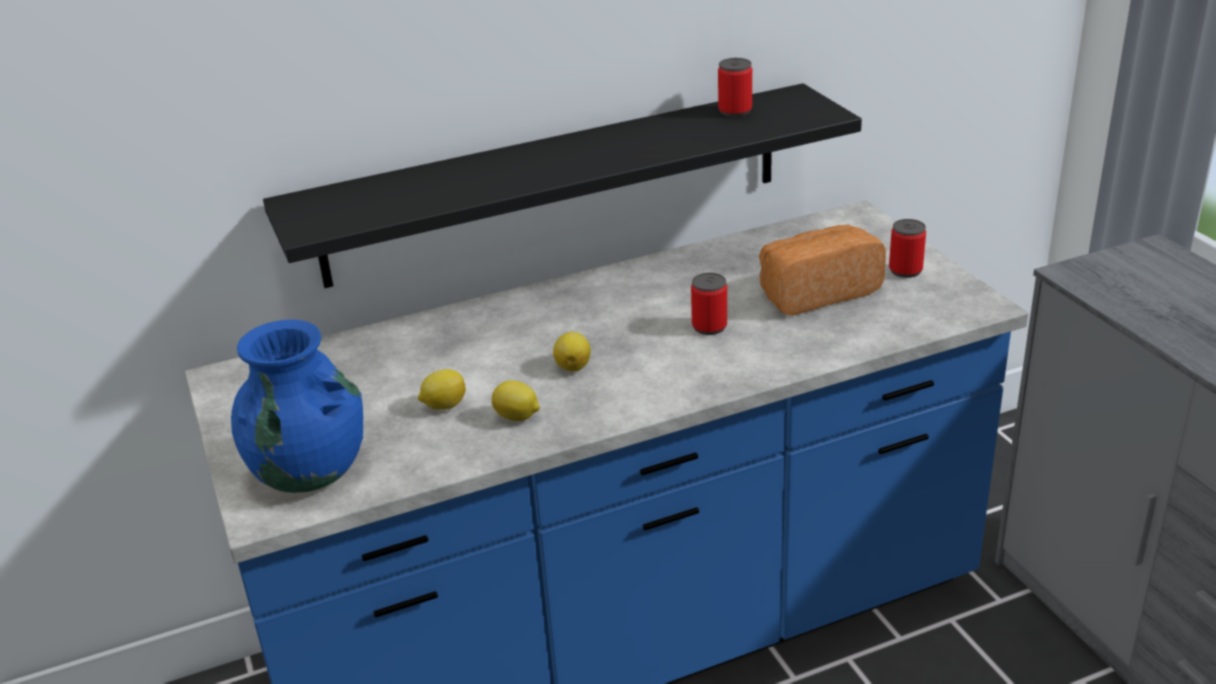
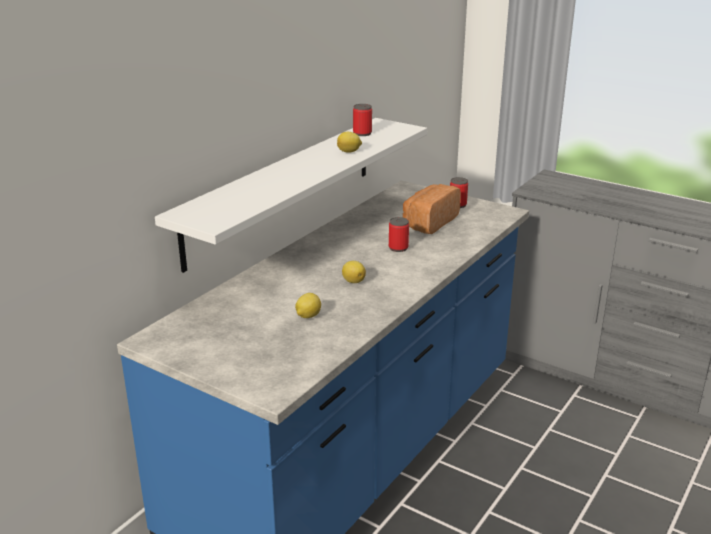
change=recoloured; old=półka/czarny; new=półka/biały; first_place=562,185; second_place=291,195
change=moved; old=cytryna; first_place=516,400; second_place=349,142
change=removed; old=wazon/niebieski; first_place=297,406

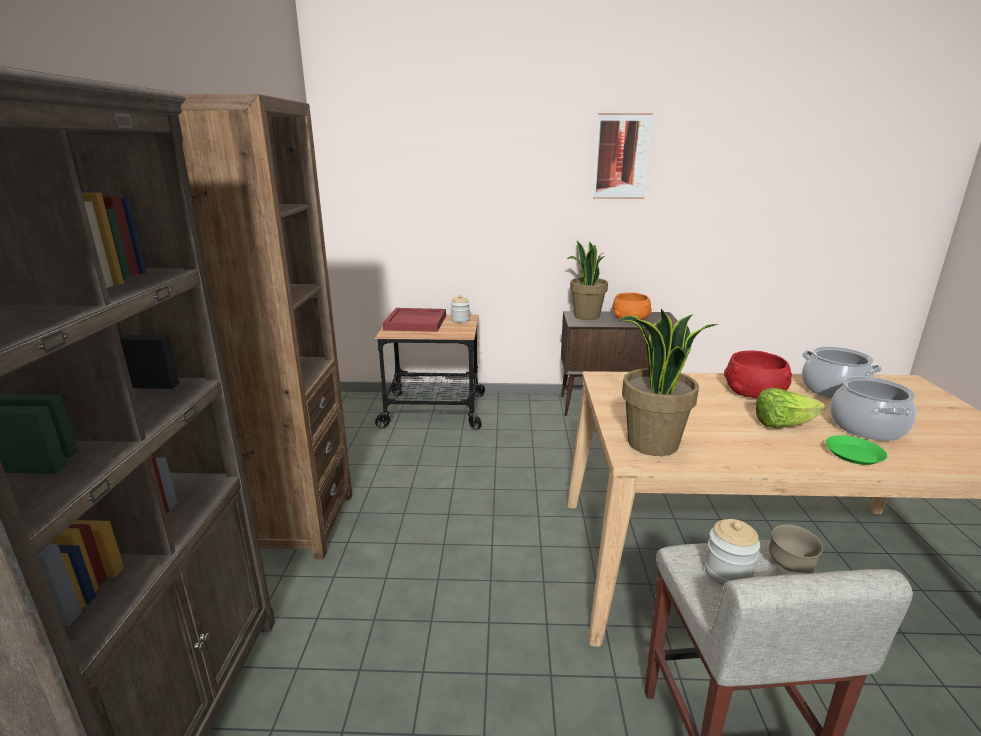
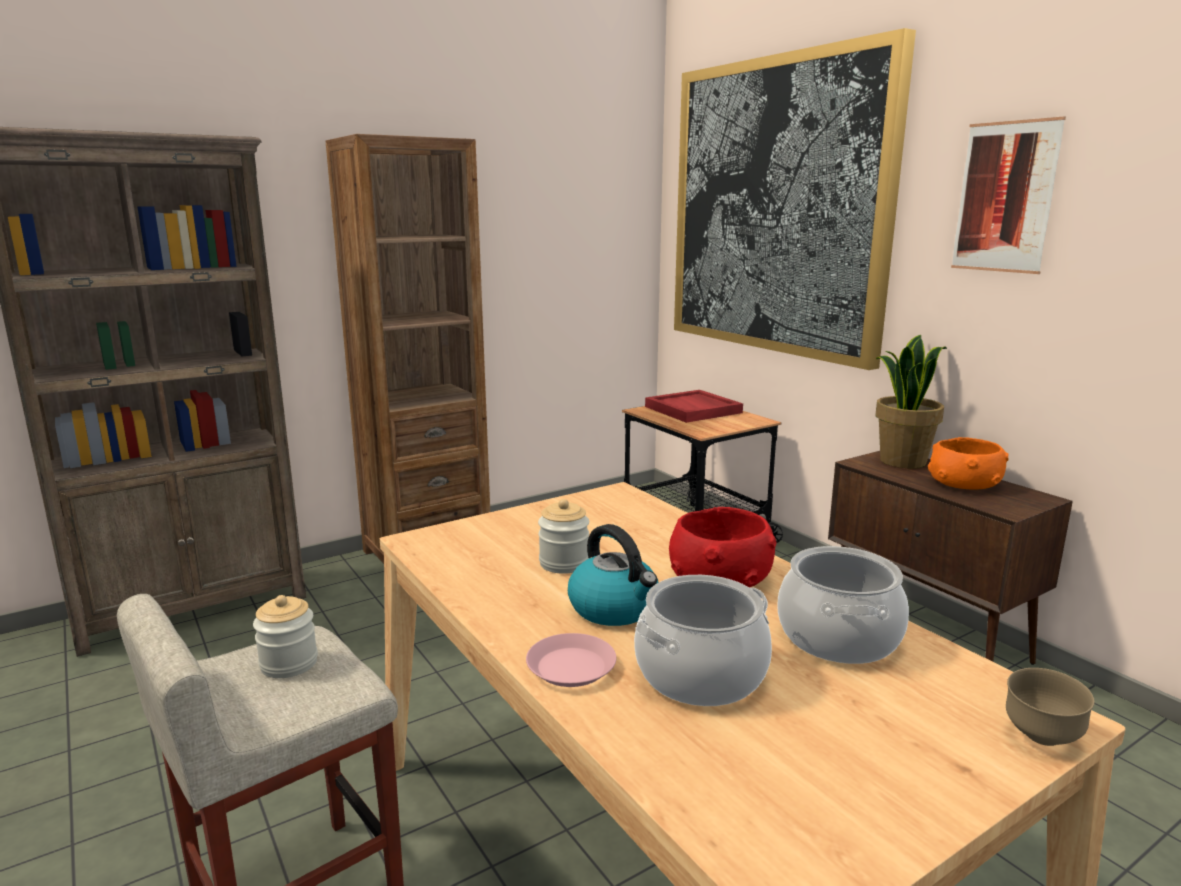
change=recoloured; old=talerz/zielony; new=talerz/różowy; first_place=856,450; second_place=571,660
change=moved; old=słoik; first_place=460,309; second_place=563,536
change=replaced; old=sałata; new=czajnik; first_place=790,408; second_place=613,575
change=added; new=obraz; second_place=795,199
change=moved; old=miska/brązowy; first_place=796,548; second_place=1050,707
change=removed; old=roślina doniczkowa; first_place=667,382

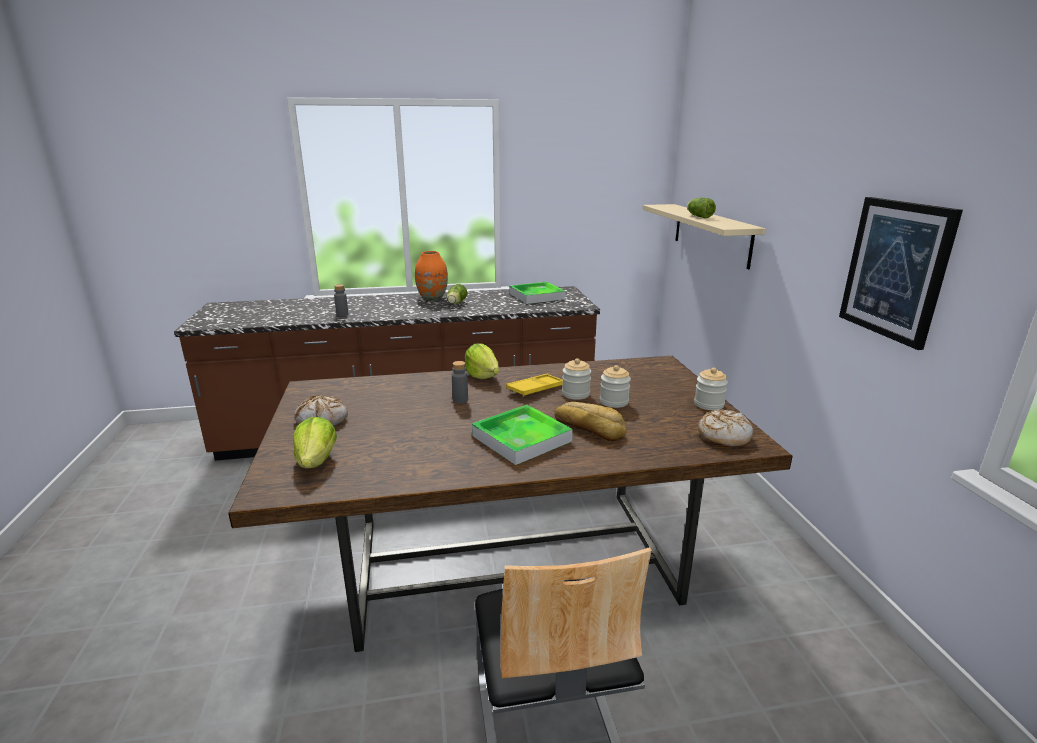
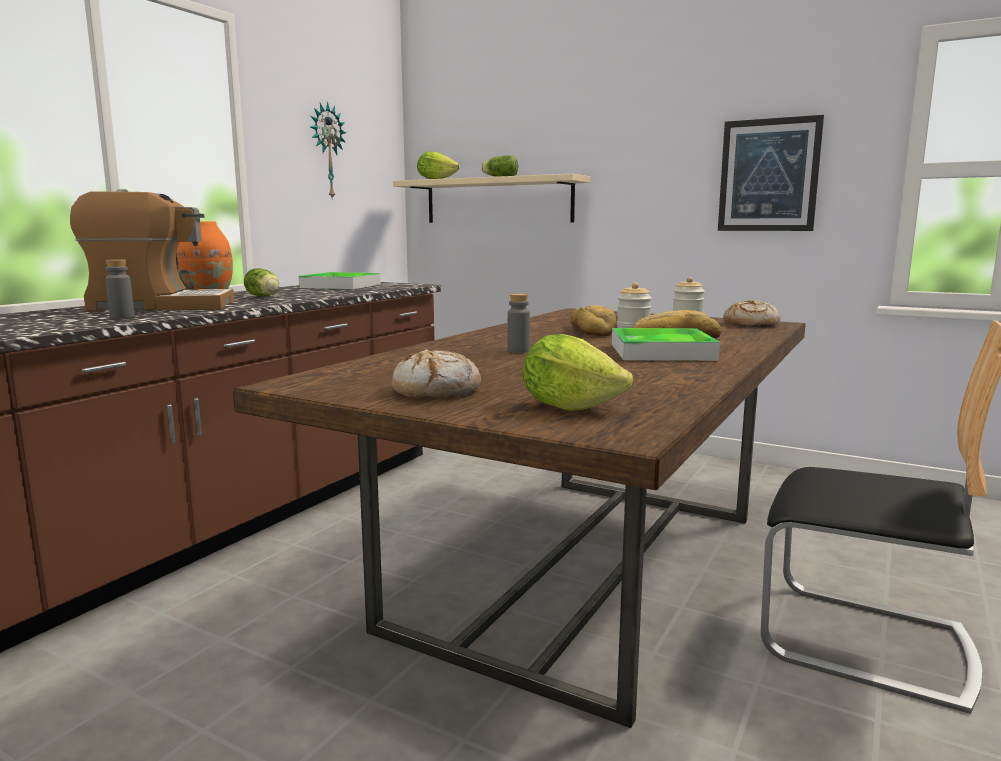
change=added; new=ekspres do kawy; second_place=152,250
change=added; new=zegar ścienny; second_place=328,151
change=moved; old=sałata; first_place=482,361; second_place=438,165
change=replaced; old=słoik; new=chleb; first_place=576,379; second_place=593,320
change=removed; old=taca/żółty; first_place=534,385

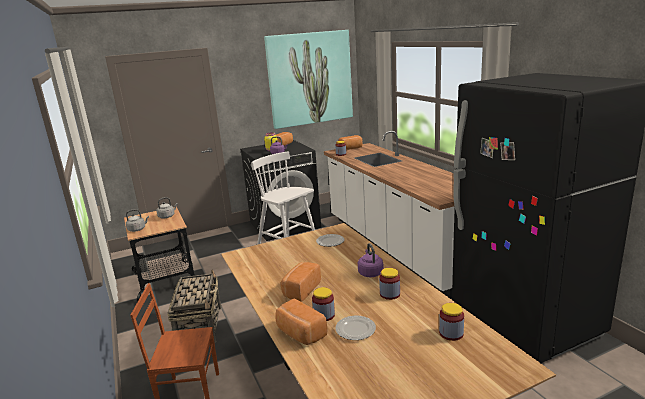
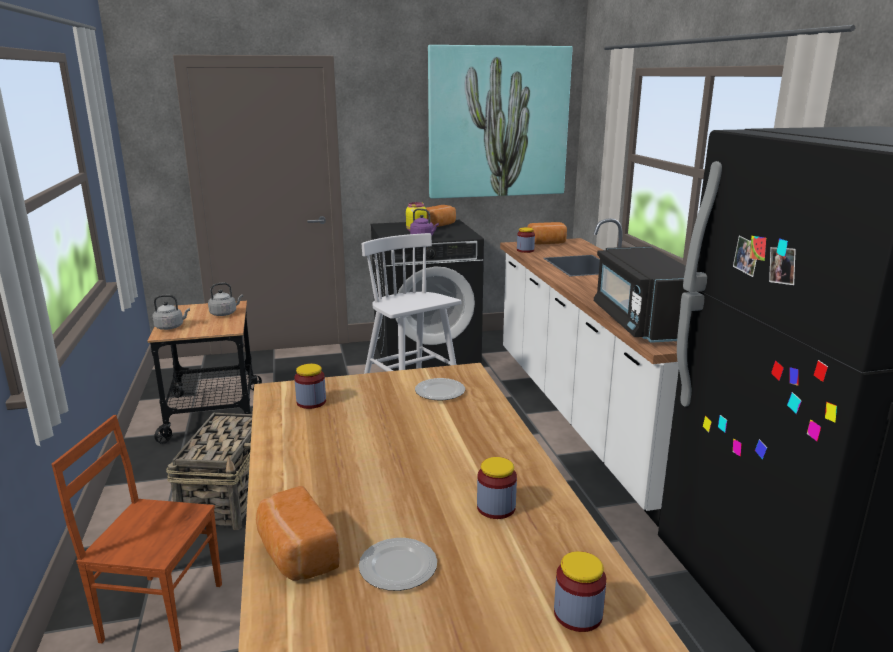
change=moved; old=słoik; first_place=323,304; second_place=310,386
change=added; new=mikrofalówka/czarny; second_place=641,294
change=removed; old=chleb; first_place=301,282
change=removed; old=czajnik/fioletowy; first_place=371,260

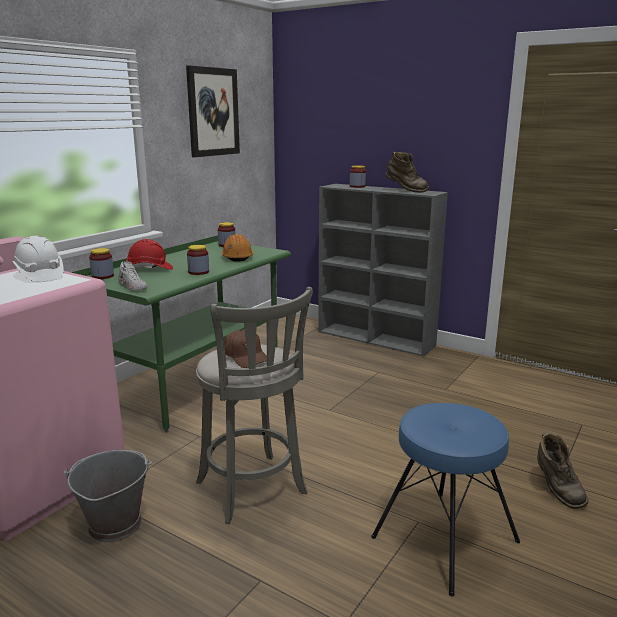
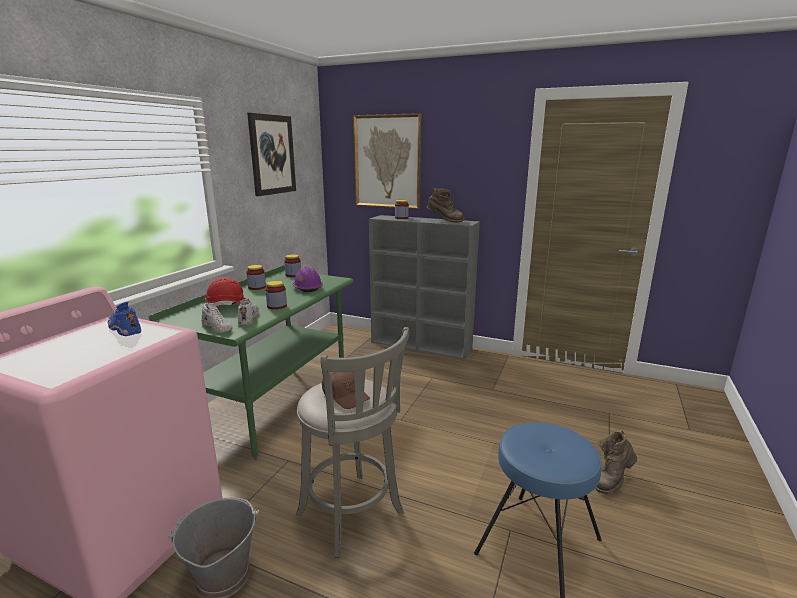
change=replaced; old=kask/biały; new=but/niebieski; first_place=38,259; second_place=124,319
change=added; new=but/biały; second_place=248,312
change=moved; old=słoik; first_place=101,263; second_place=256,277
change=recoloured; old=kask/pomarańczowy; new=kask/fioletowy; first_place=237,248; second_place=308,279
change=added; new=obraz; second_place=387,161
change=turned; old=but z cholewką/brązowy; first_place=562,470; second_place=616,462; degrees=75

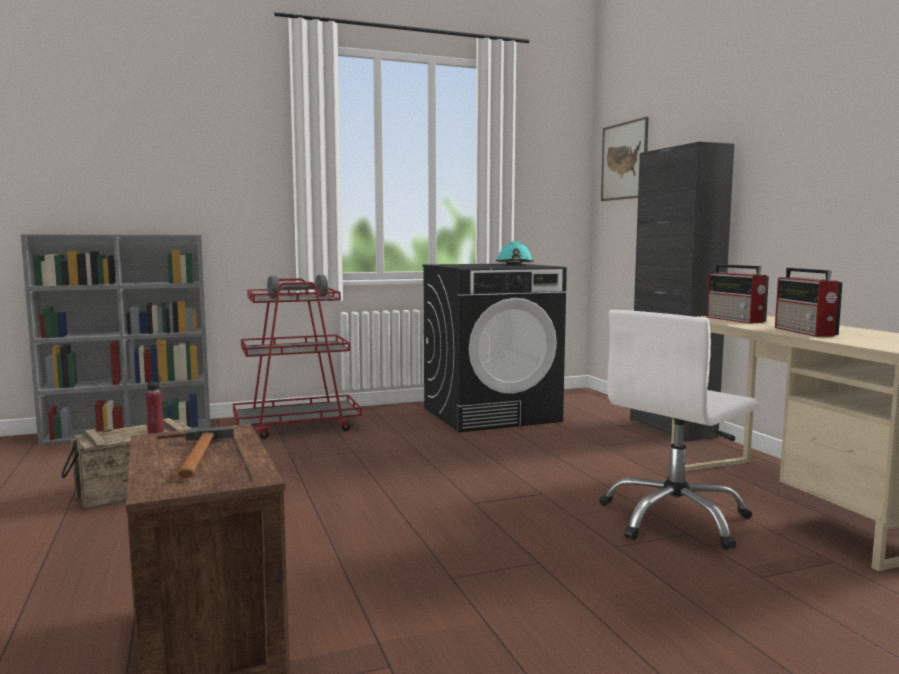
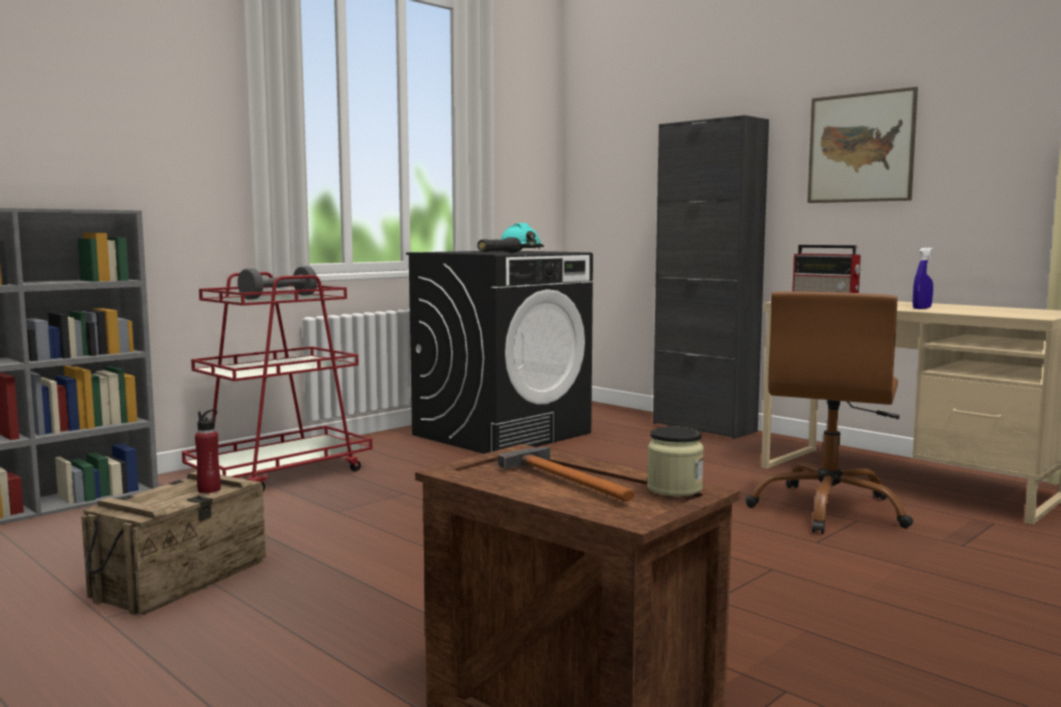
change=added; new=latarka/czarny; second_place=499,245
change=added; new=słoik; second_place=675,461
change=recoloured; old=krzesło biurowe/biały; new=krzesło biurowe/brązowy; first_place=678,430; second_place=829,412
change=moved; old=obraz; first_place=625,159; second_place=862,145
change=replaced; old=radio; new=spryskiwacz/niebieski; first_place=809,302; second_place=923,278

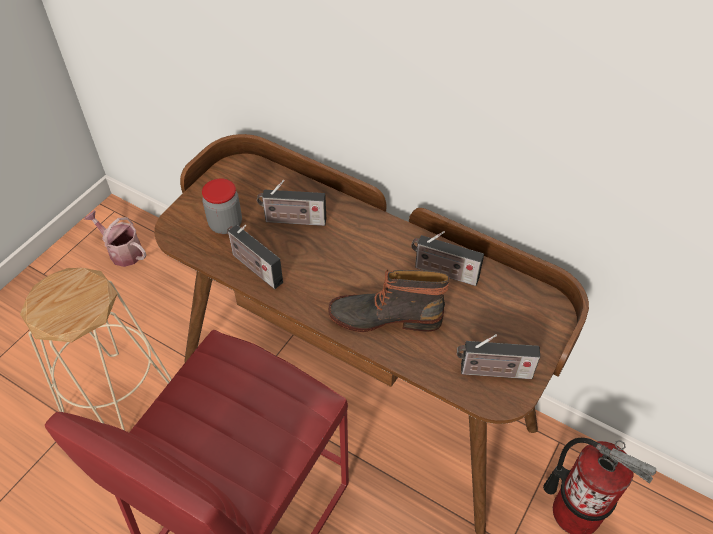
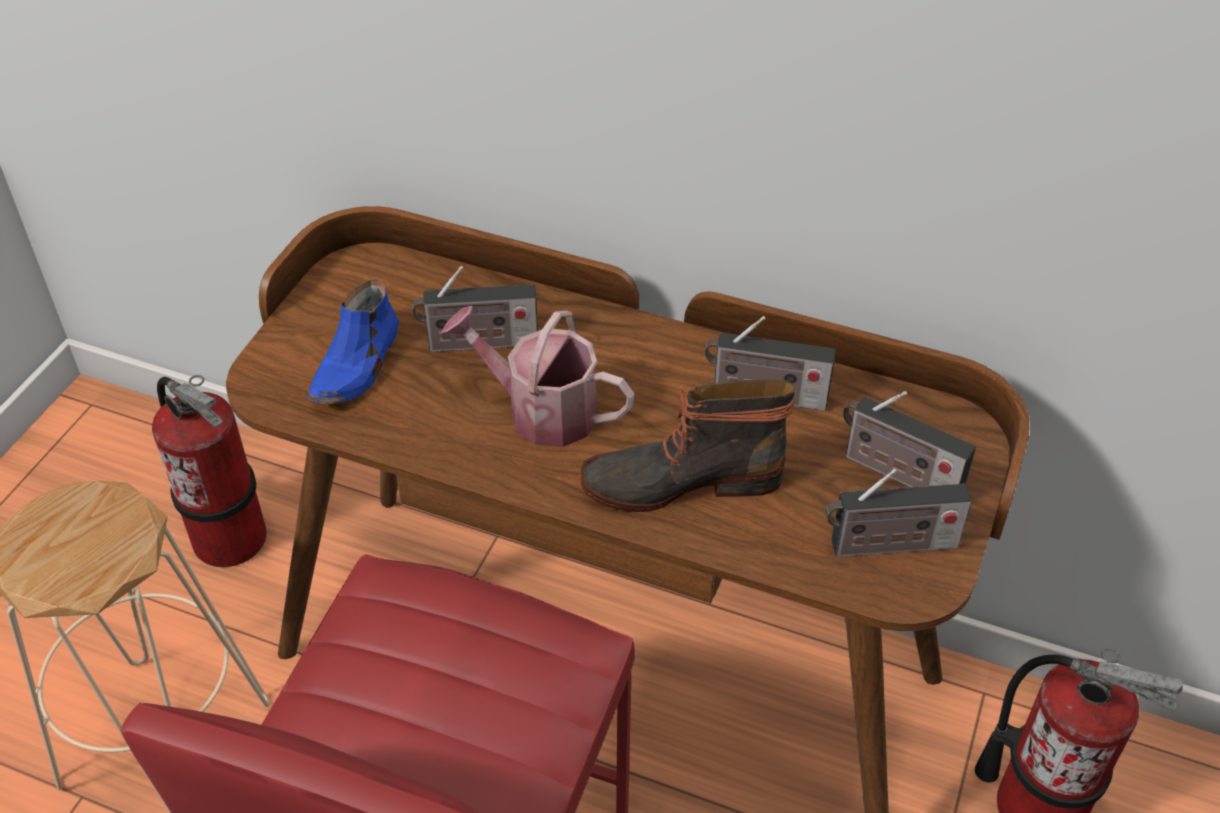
change=added; new=gaśnica; second_place=209,471
change=replaced; old=słoik; new=but/niebieski; first_place=222,206; second_place=353,342
change=moved; old=konewka; first_place=115,238; second_place=538,376
change=moved; old=radio; first_place=255,257; second_place=909,439

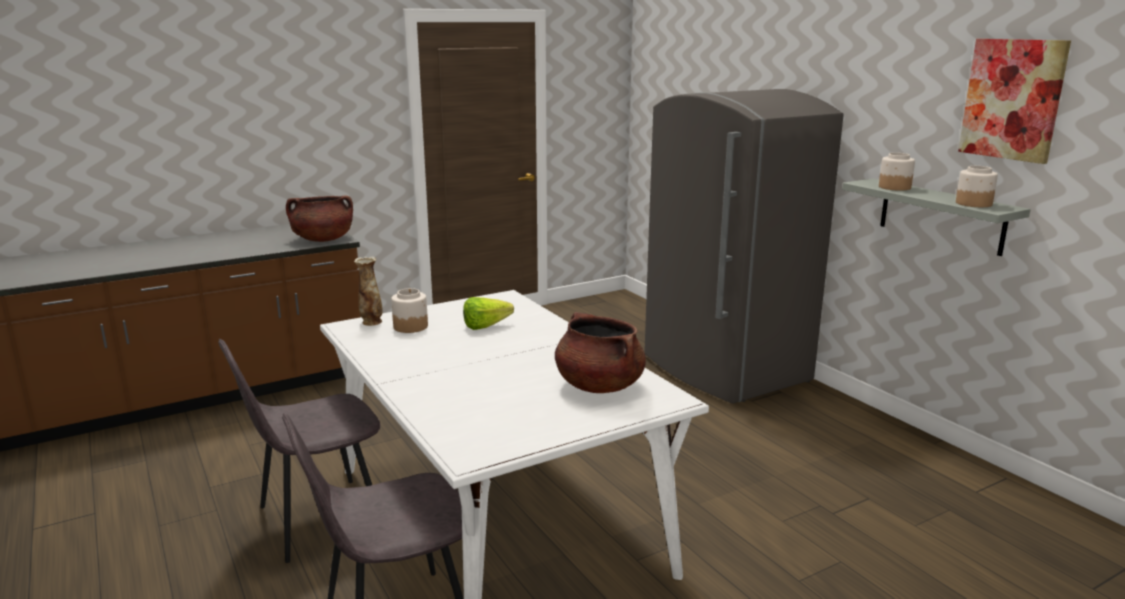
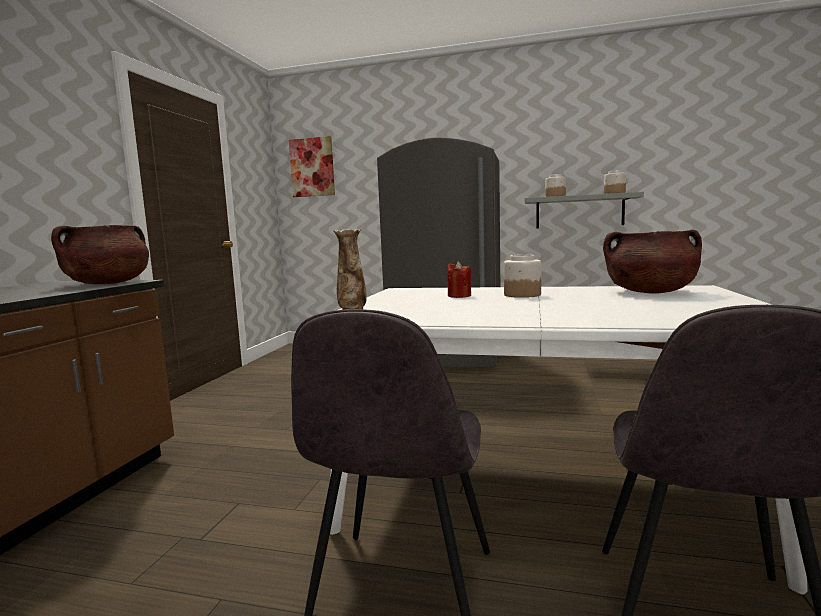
change=moved; old=obraz; first_place=1014,101; second_place=312,166
change=replaced; old=sałata; new=świeca/czerwony; first_place=488,313; second_place=459,279
change=moved; old=słoik; first_place=409,310; second_place=522,276

